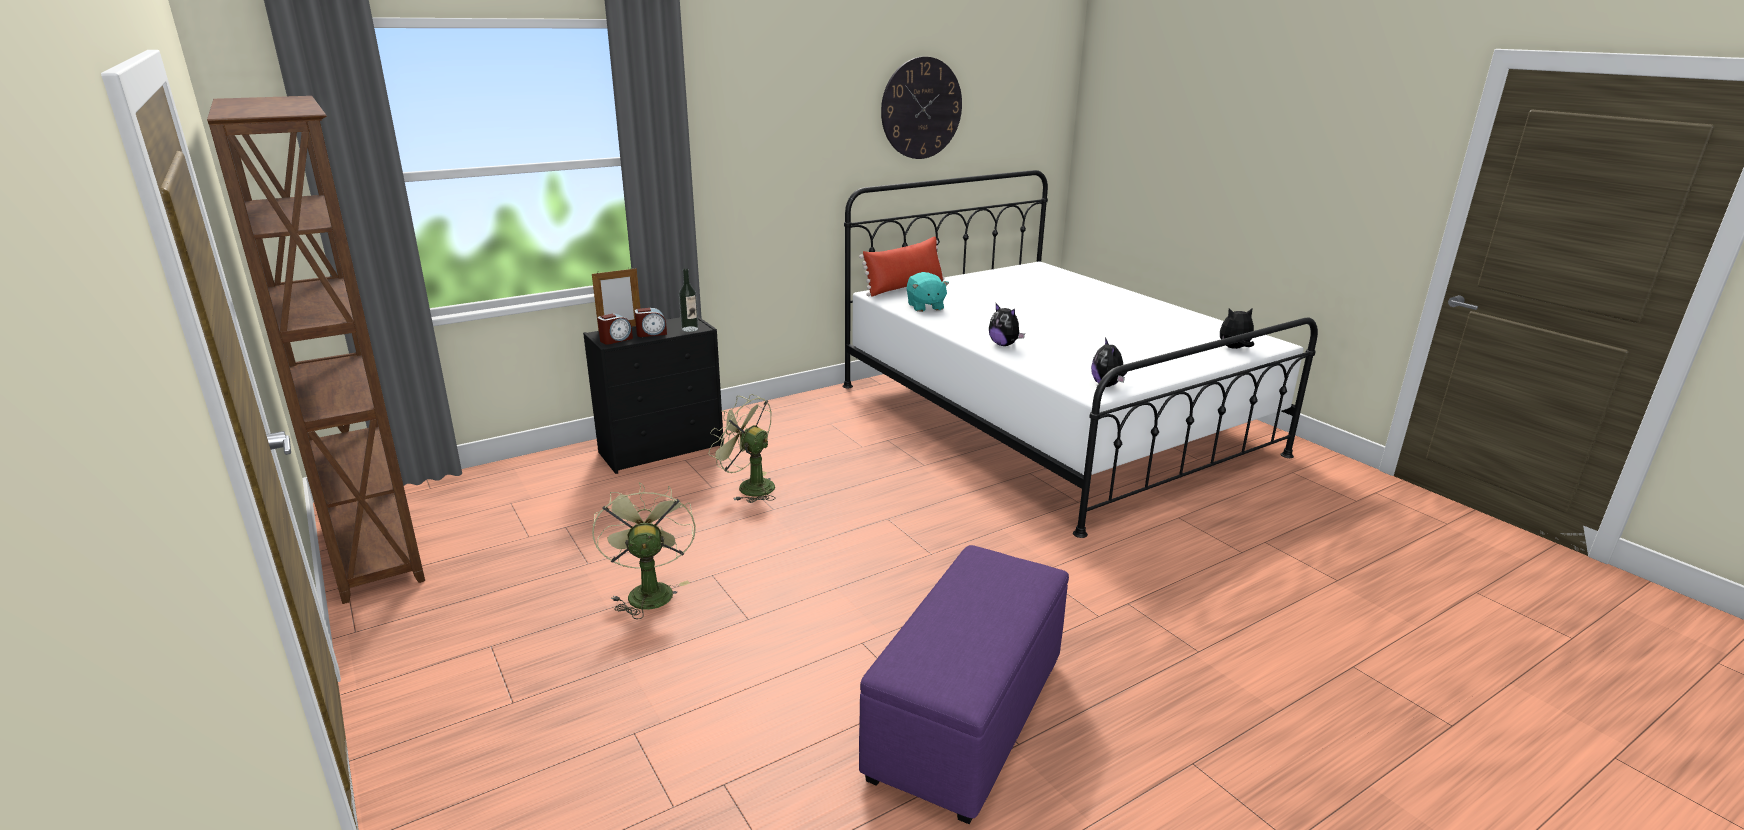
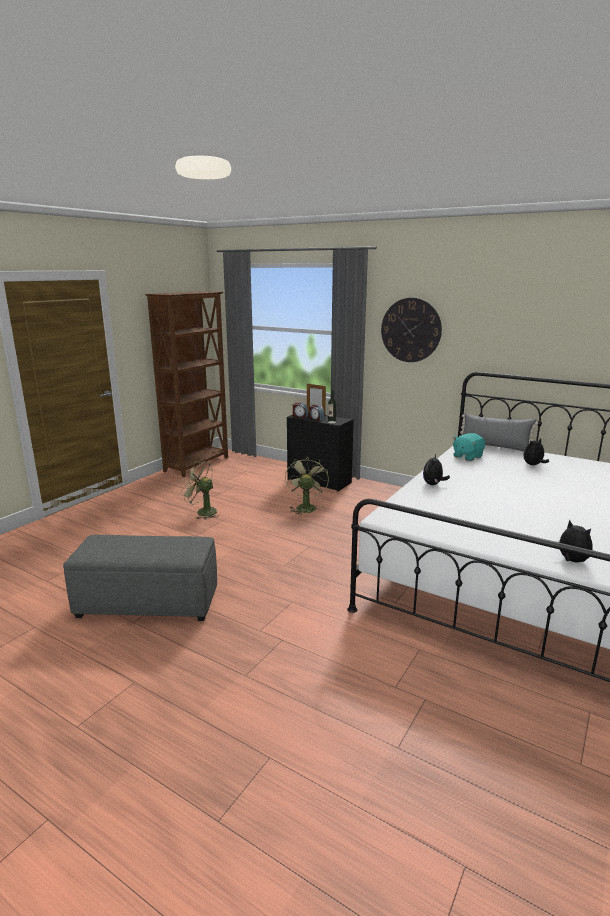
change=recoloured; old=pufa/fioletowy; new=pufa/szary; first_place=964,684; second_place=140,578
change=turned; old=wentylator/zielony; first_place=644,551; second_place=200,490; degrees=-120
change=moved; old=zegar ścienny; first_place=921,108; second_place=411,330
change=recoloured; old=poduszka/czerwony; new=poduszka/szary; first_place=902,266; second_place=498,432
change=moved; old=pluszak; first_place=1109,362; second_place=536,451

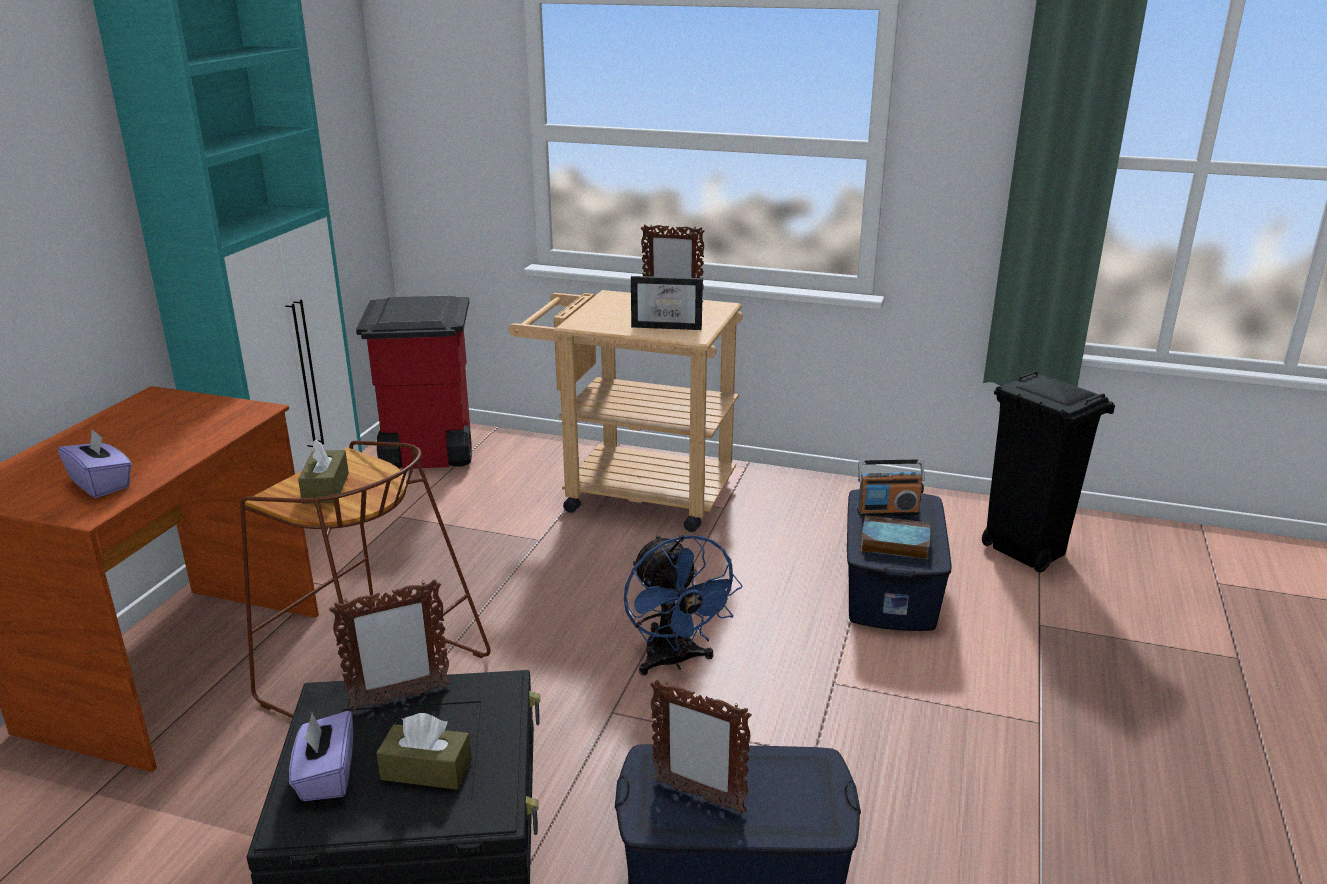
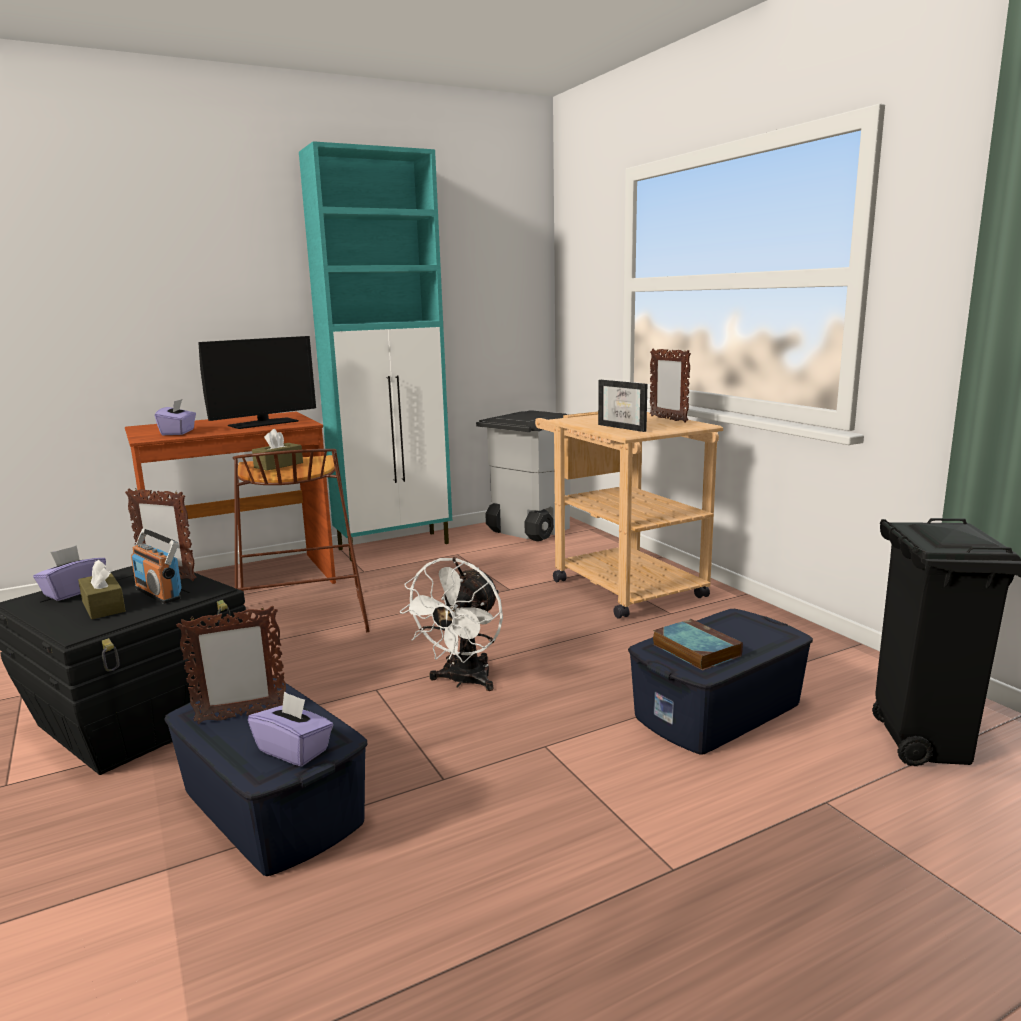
change=moved; old=radio; first_place=891,488; second_place=156,566
change=turned; old=ramka na zdjęcie; first_place=701,747; second_place=231,665; degrees=-90
change=added; new=monitor; second_place=257,382
change=added; new=pudełko chusteczek/fioletowy; second_place=290,728
change=recoloured; old=wentylator/niebieski; new=wentylator/biały; first_place=683,605; second_place=451,624
change=recoloured; old=kosz na śmieci/czerwony; new=kosz na śmieci/szary; first_place=414,382; second_place=523,475

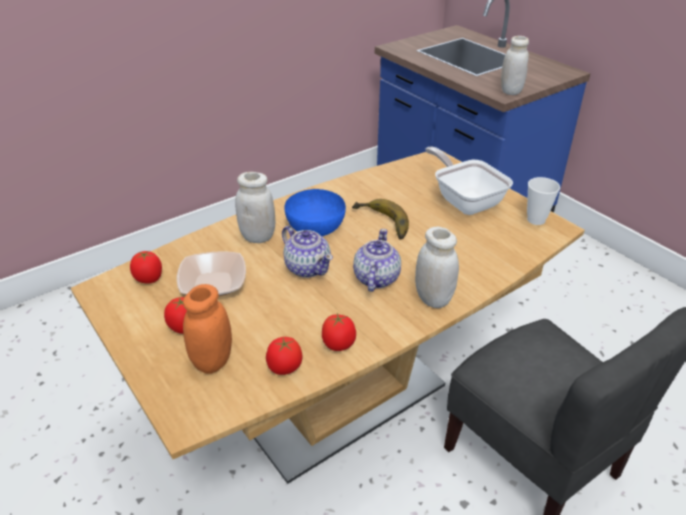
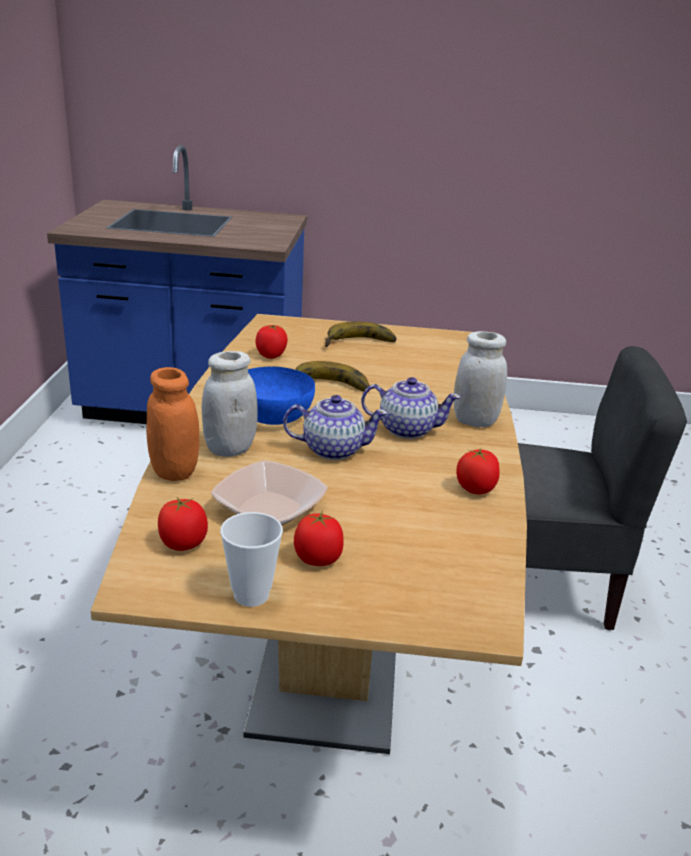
change=moved; old=słoik/pomarańczowy; first_place=207,329; second_place=172,424
change=moved; old=filiżanka; first_place=543,201; second_place=251,559
change=moved; old=pomidor; first_place=284,356; second_place=272,342
change=replaced; old=patelnia; new=banan; first_place=469,180; second_place=361,334
change=turned; old=imbryk; first_place=377,260; second_place=411,408; degrees=135
change=removed; old=słoik/biały; first_place=515,65

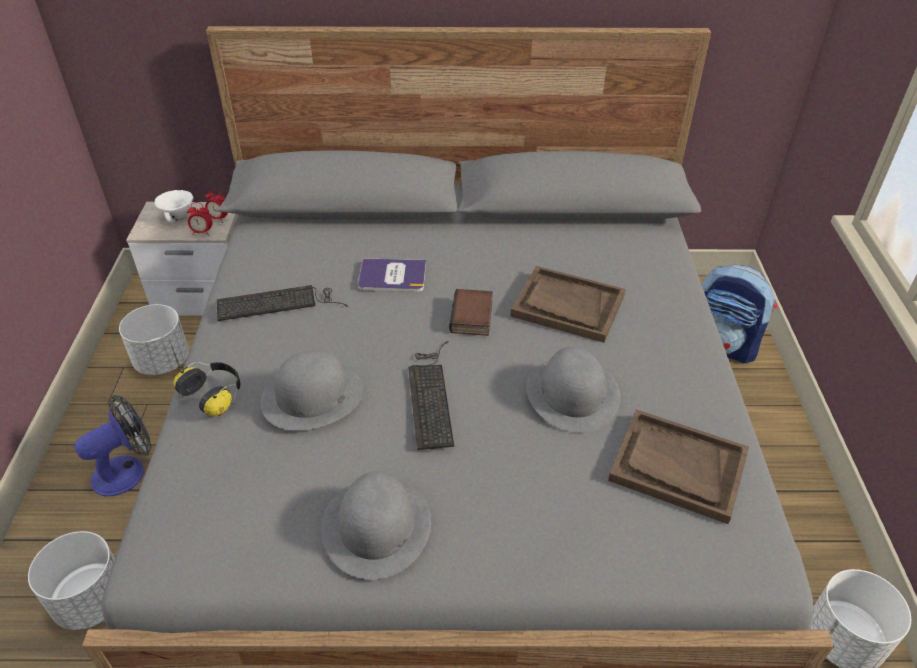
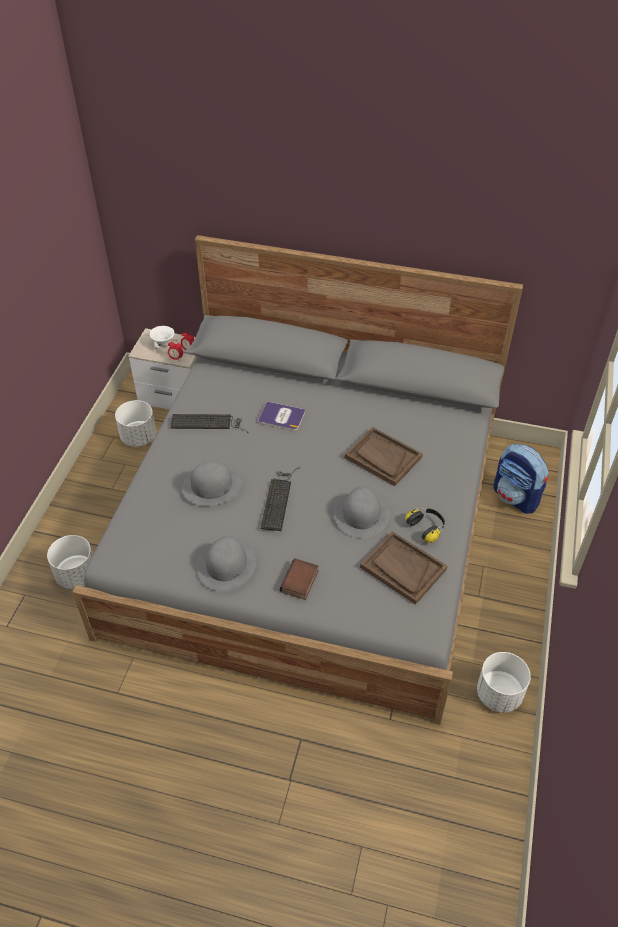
change=moved; old=książka; first_place=471,312; second_place=299,579
change=moved; old=słuchawki; first_place=207,389; second_place=425,525
change=removed; old=wentylator; first_place=113,445

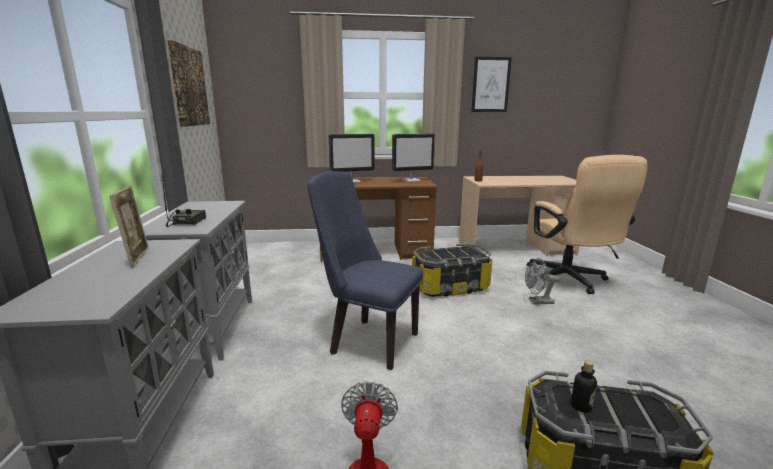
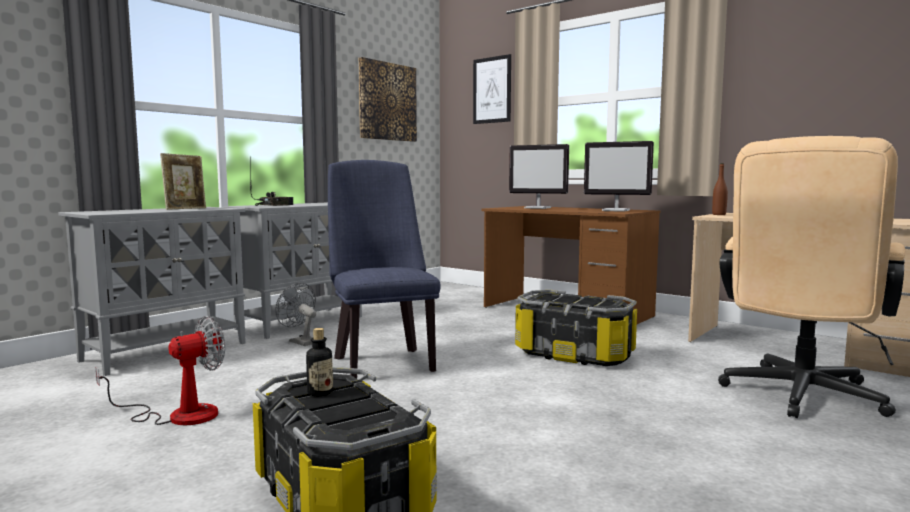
change=moved; old=wentylator/szary; first_place=542,281; second_place=295,314
change=moved; old=obraz; first_place=491,84; second_place=492,89

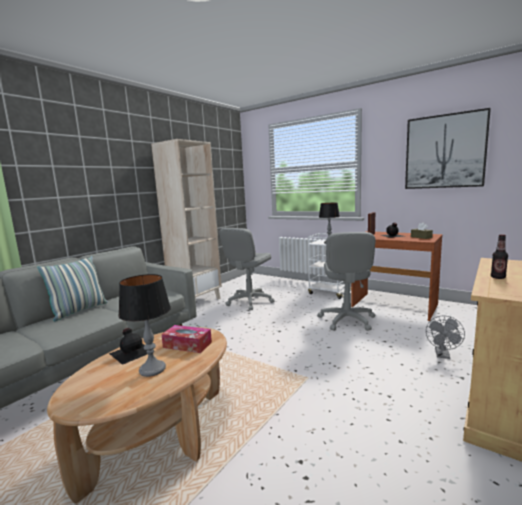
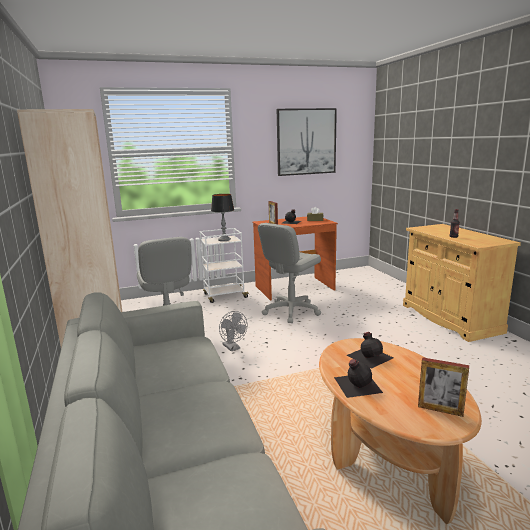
change=moved; old=wentylator/szary; first_place=445,337; second_place=233,331
change=turned; old=krzesło biurowe/szary; first_place=346,281; second_place=289,273; degrees=90
change=replaced; old=pudełko chusteczek; new=butelka/czarny; first_place=186,339; second_place=370,350
change=added; new=ramka na zdjęcie; second_place=443,387
change=removed; old=poduszka; first_place=72,288
change=removed; old=lampa stołowa; first_place=144,325

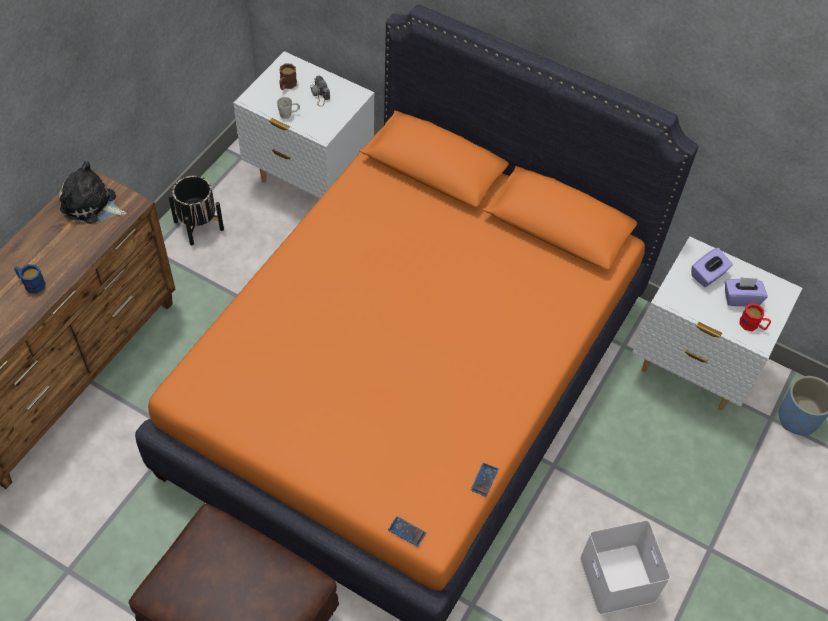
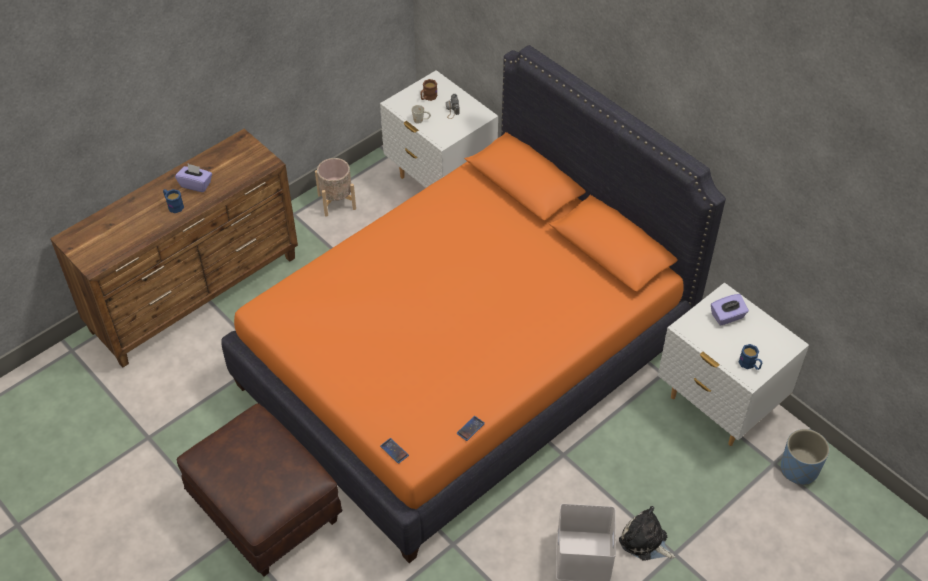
change=moved; old=pudełko chusteczek/fioletowy; first_place=746,291; second_place=193,178
change=recoloured; old=donica/czarny; new=donica/beżowy; first_place=196,210; second_place=335,187
change=moved; old=pluszak; first_place=92,192; second_place=647,533
change=recoloured; old=kubek/czerwony; new=kubek/niebieski; first_place=755,317; second_place=750,357

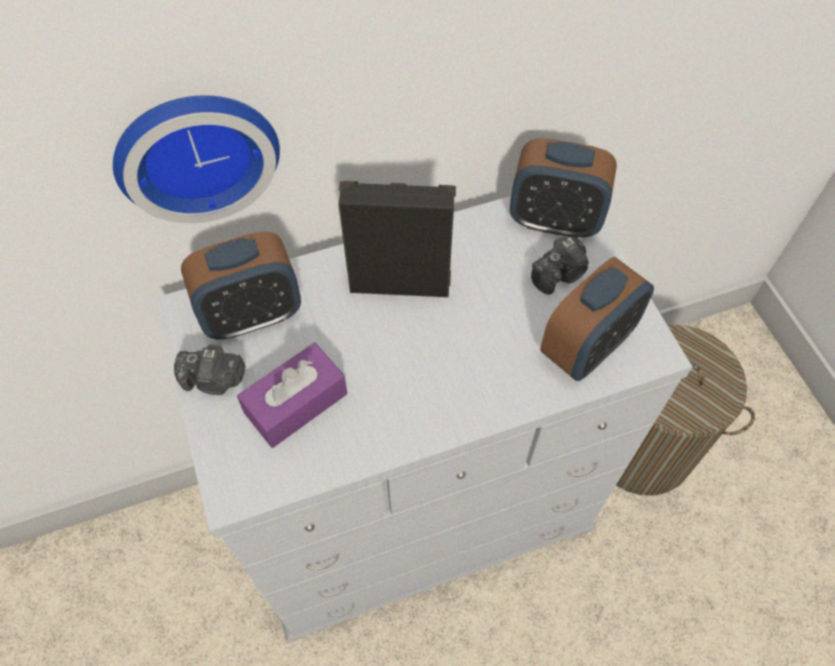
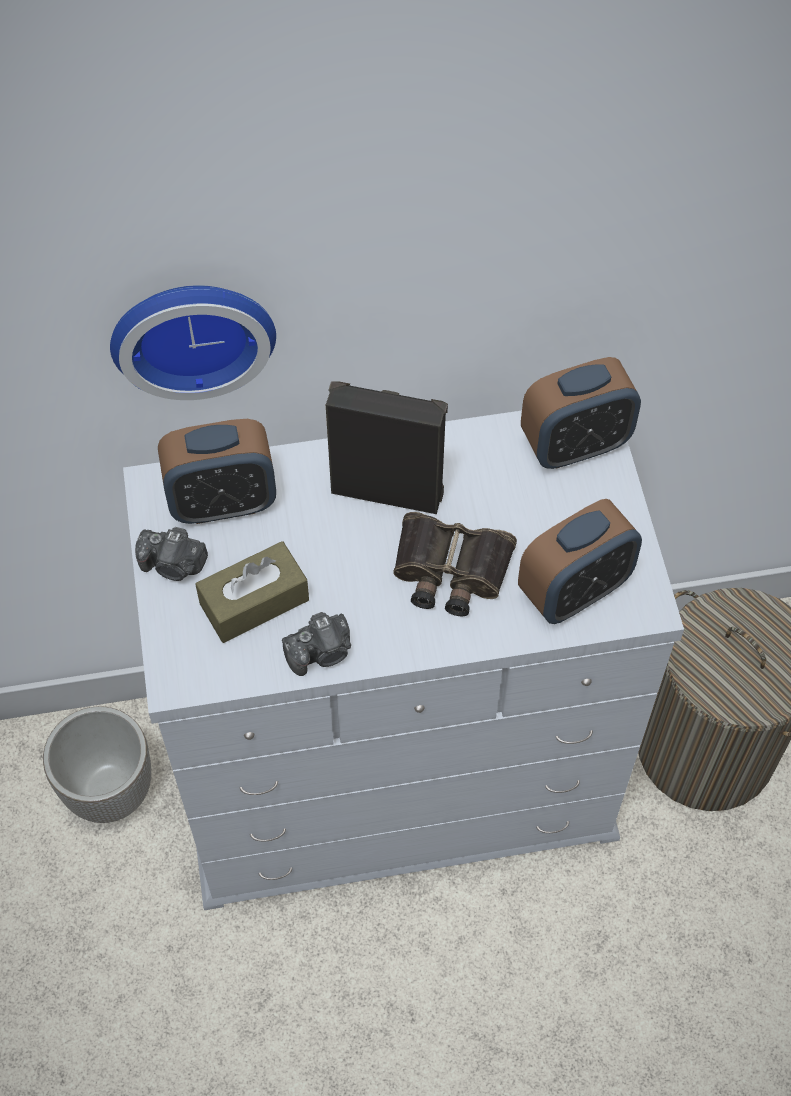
change=added; new=donica; second_place=97,764
change=recoloured; old=pudełko chusteczek/fioletowy; new=pudełko chusteczek/brązowy; first_place=292,395; second_place=252,592
change=moved; old=aparat fotograficzny; first_place=560,265; second_place=316,644
change=added; new=lornetka; second_place=455,564
change=turned; old=budzik; first_place=563,188; second_place=581,413; degrees=-45

